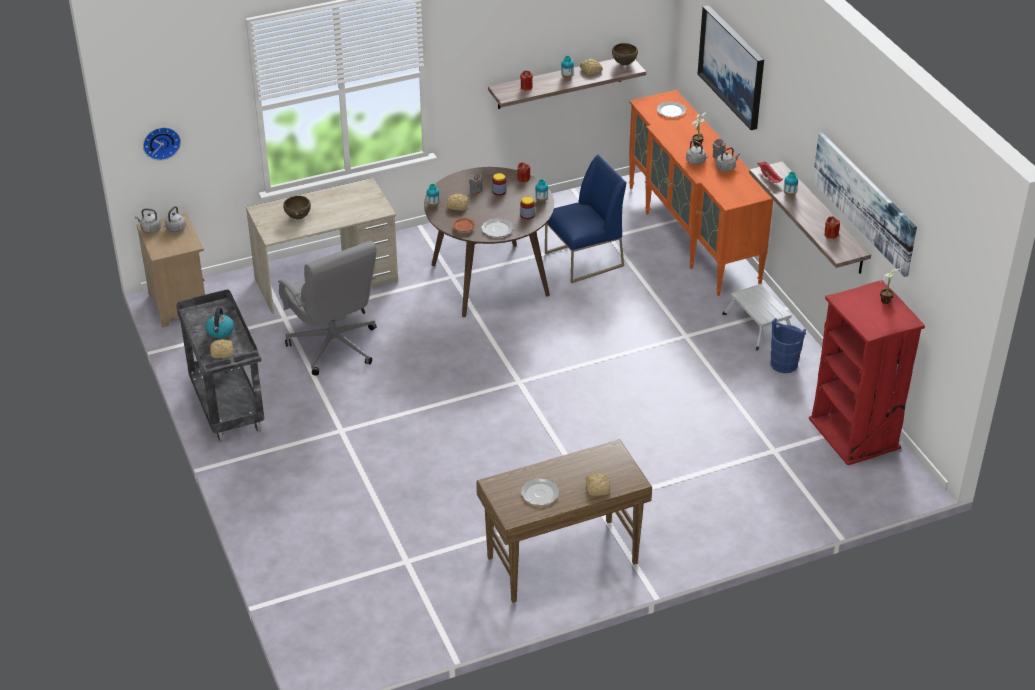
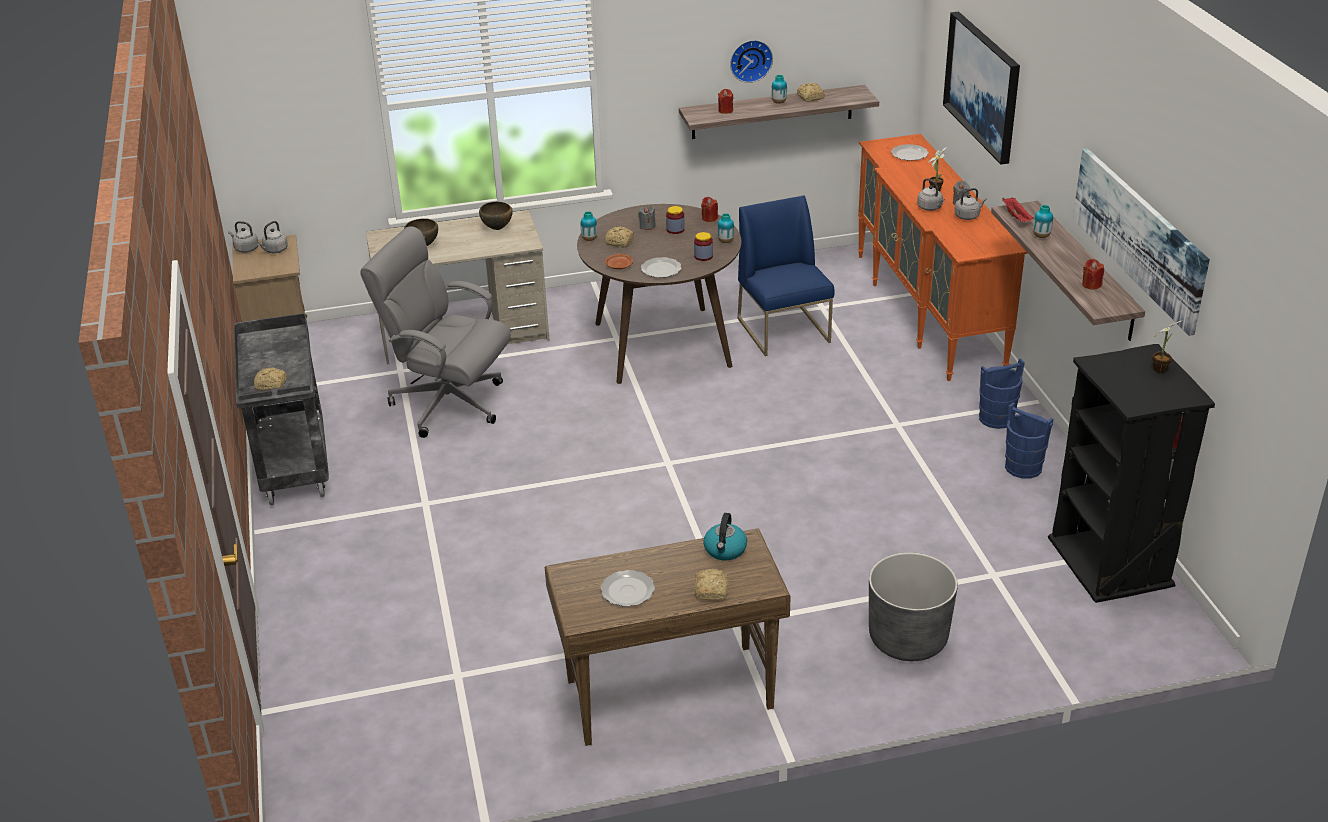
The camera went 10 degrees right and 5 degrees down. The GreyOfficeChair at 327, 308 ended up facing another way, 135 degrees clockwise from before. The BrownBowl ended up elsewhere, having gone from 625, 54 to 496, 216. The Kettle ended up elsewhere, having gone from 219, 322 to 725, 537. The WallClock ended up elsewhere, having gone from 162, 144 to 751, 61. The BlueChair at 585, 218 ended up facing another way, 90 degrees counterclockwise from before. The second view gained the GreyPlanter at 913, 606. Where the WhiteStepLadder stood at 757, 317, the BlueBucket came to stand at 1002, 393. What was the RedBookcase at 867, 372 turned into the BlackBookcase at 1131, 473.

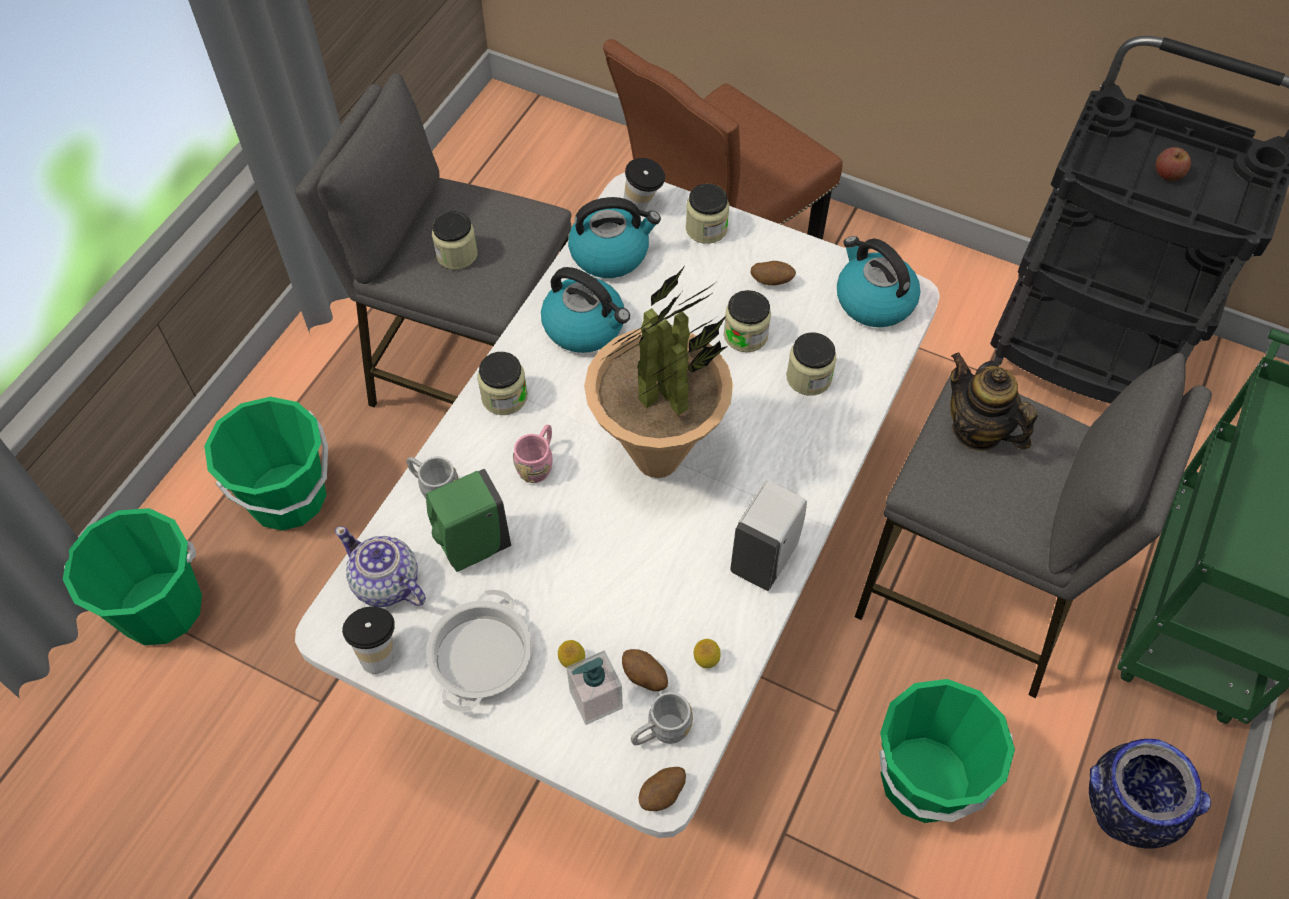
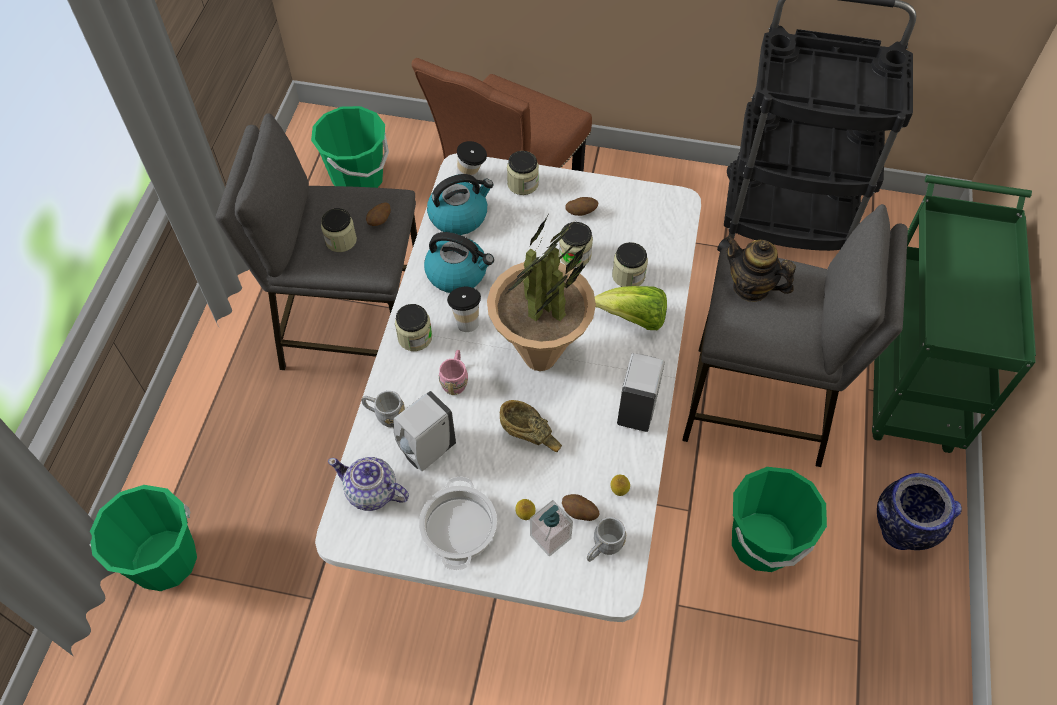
The camera went 15 degrees left and 0 degrees up. The GreenBucket ended up elsewhere, having gone from 266, 464 to 350, 147. The Potato ended up elsewhere, having gone from 662, 789 to 378, 214. What was the GreenSoapDispenser at 468, 520 turned into the WhiteSoapDispenser at 424, 431. The Cup ended up elsewhere, having gone from 368, 640 to 464, 309. The second view gained the BrownBowl at 531, 426. The second view gained the Lettuce at 631, 308. The second view lost the Kettle at 878, 281. The second view lost the Apple at 1173, 164.

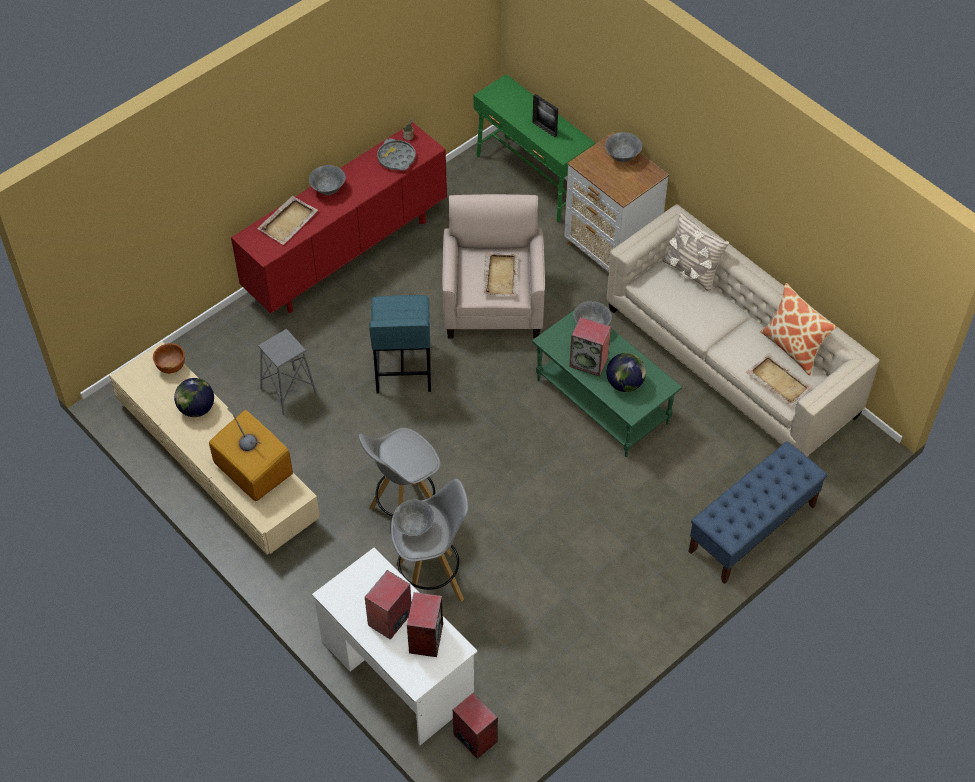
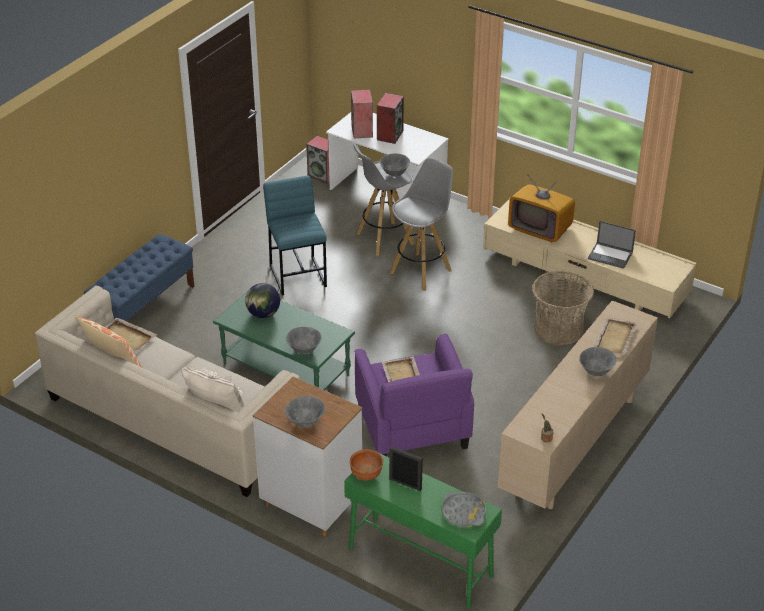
The camera went 165 degrees right and 15 degrees down. The BlueStool ended up elsewhere, having gone from 400, 344 to 295, 235. The BrownBowl ended up elsewhere, having gone from 169, 358 to 366, 464. What was the BeigeArmchair at 493, 266 turned into the PurpleArmchair at 414, 395. The GreyTray ended up elsewhere, having gone from 396, 154 to 464, 509. What was the RedCabinet at 339, 217 turned into the BeigeCabinet at 578, 404. Where the GreyStool stood at 287, 372, the Basket came to stand at 563, 308. Where the Globe stood at 194, 397, the Laptop came to stand at 612, 245. The second view lost the Speaker at 590, 346.

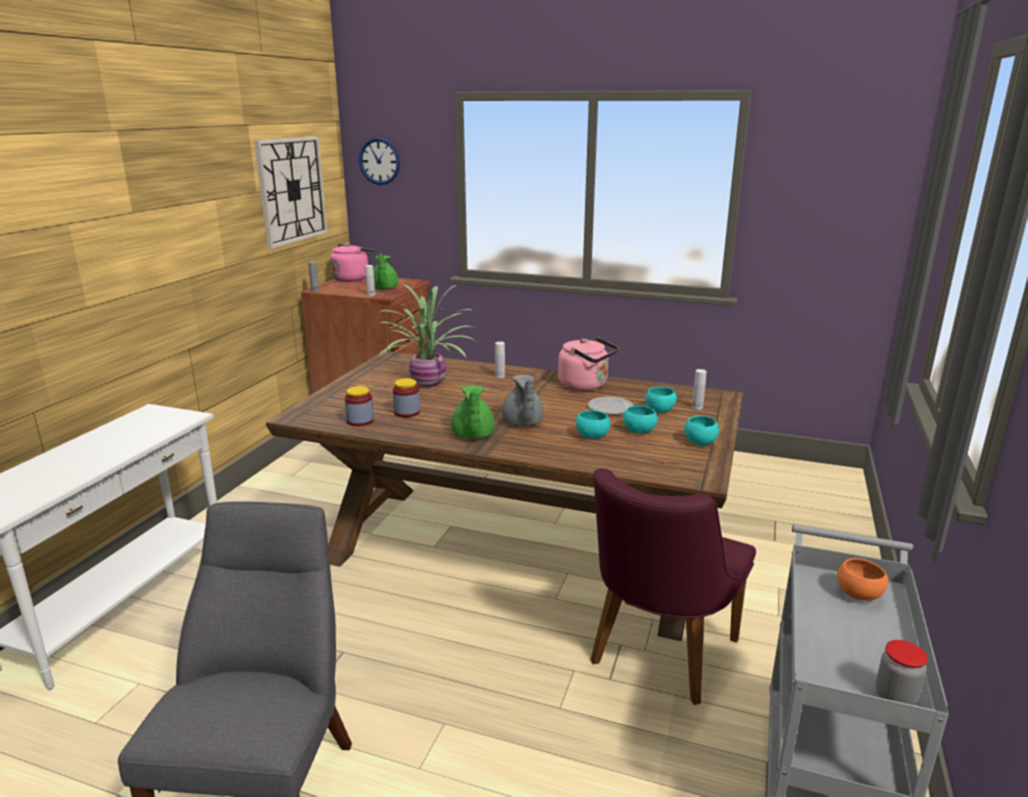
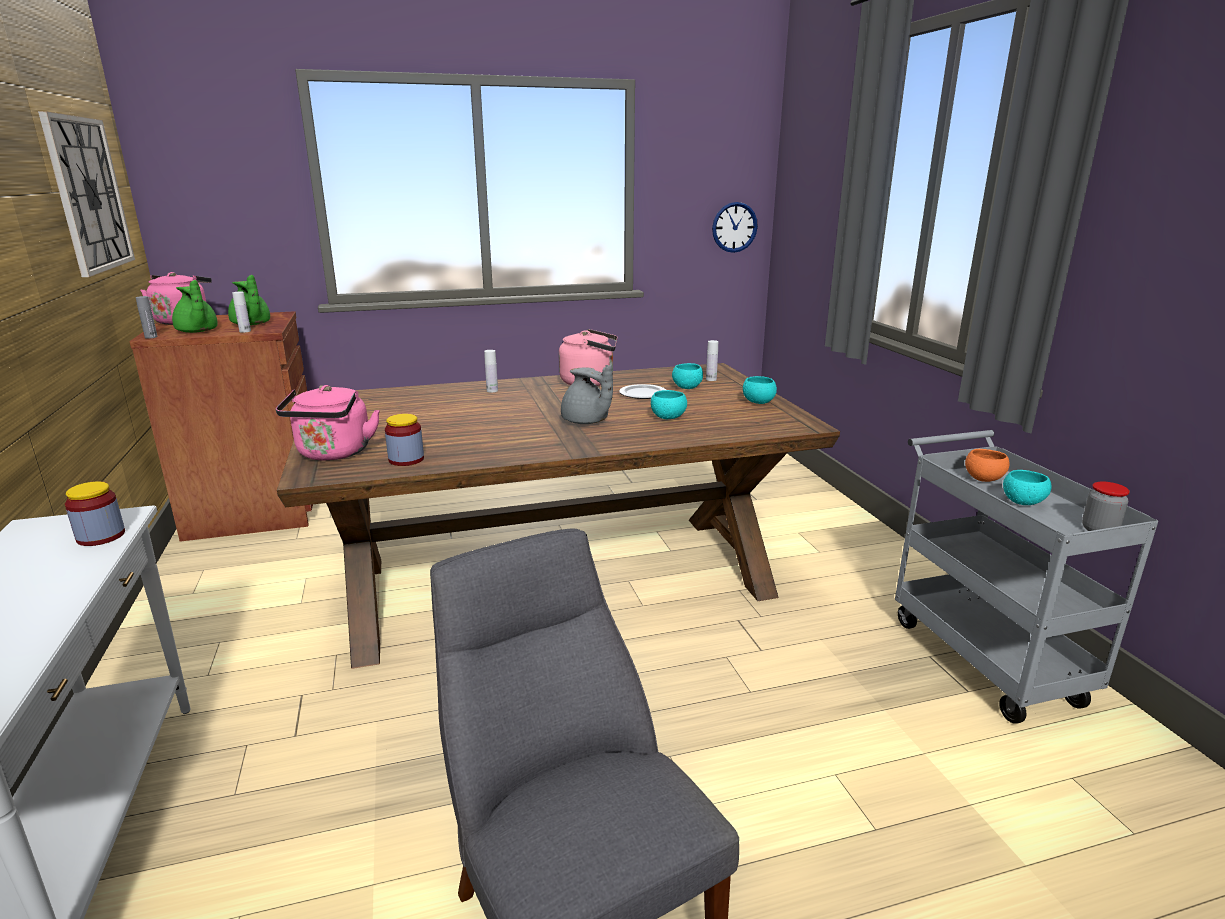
The camera went 35 degrees left and 0 degrees up. The Jar ended up elsewhere, having gone from 406, 397 to 95, 513. The GreenTeapot ended up elsewhere, having gone from 473, 412 to 194, 306. The second view gained the PinkKettle at 328, 423. The WallClock ended up elsewhere, having gone from 379, 161 to 735, 227. The TurquoiseBowl ended up elsewhere, having gone from 640, 419 to 1027, 487. The second view lost the PottedPlant at 428, 335. The second view lost the PurpleChair at 673, 586.

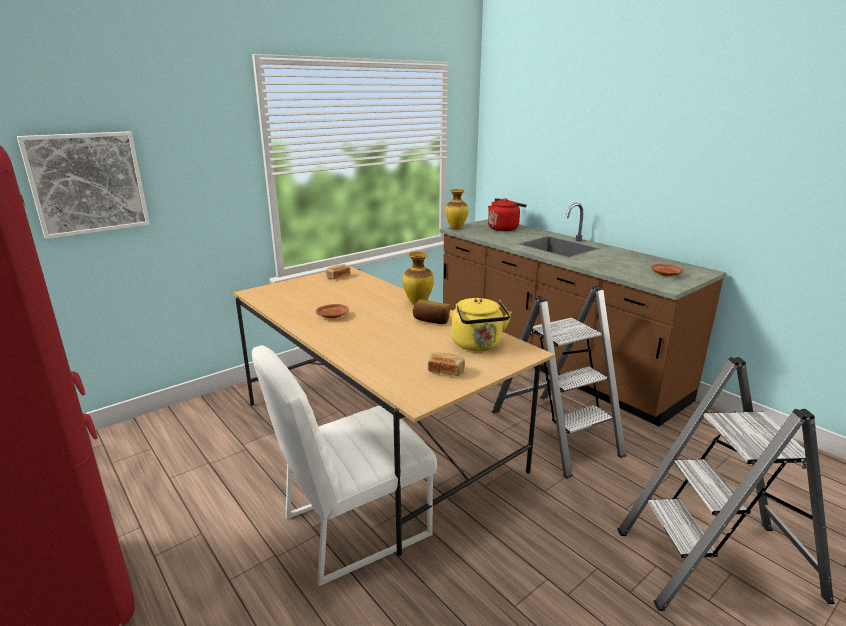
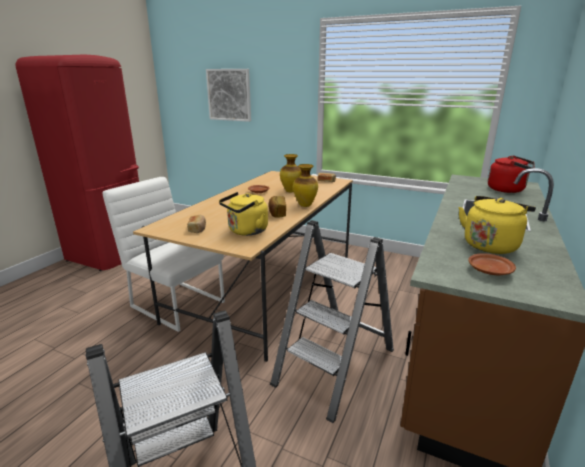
The camera went 65 degrees right and 0 degrees up. The Vase ended up elsewhere, having gone from 456, 209 to 290, 173. The second view gained the YellowKettle at 497, 225.

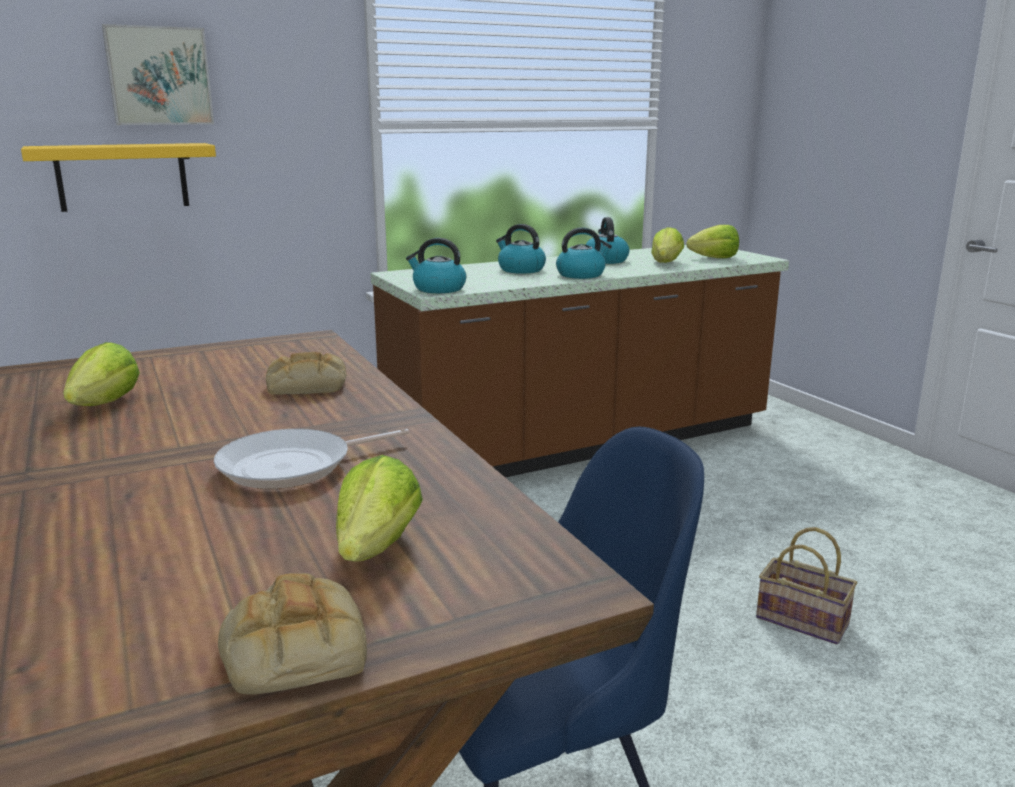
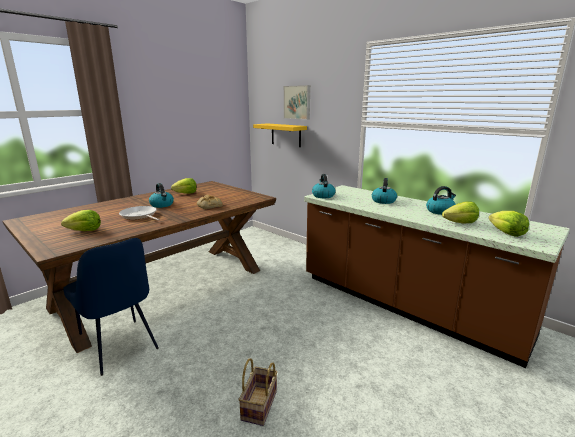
The camera went 70 degrees right and 0 degrees up. The Kettle ended up elsewhere, having gone from 584, 253 to 161, 195. The second view lost the Bread at 292, 633.

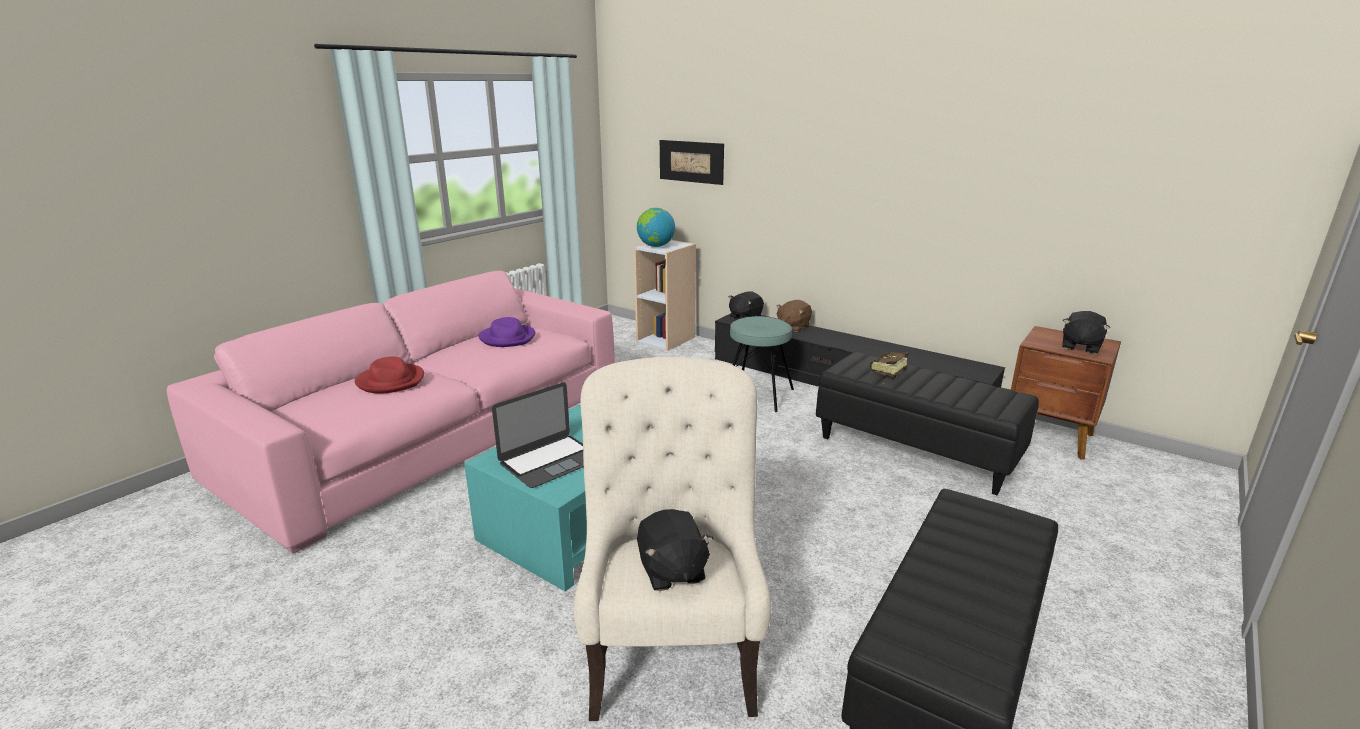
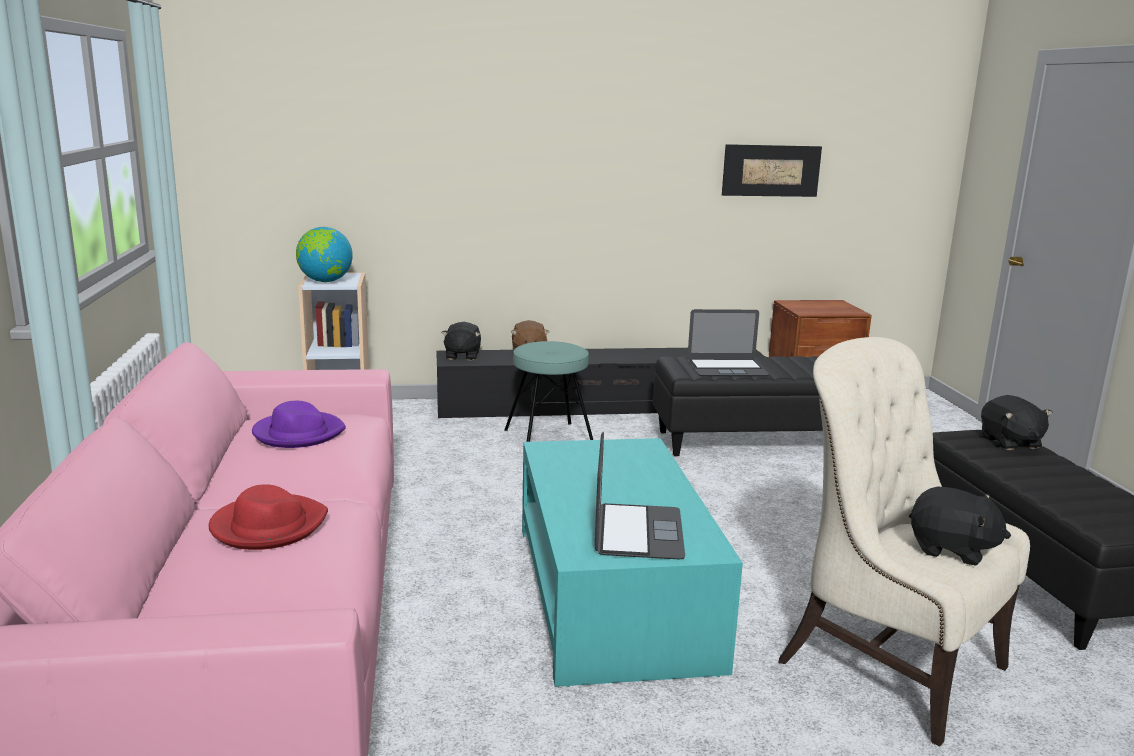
The camera went 45 degrees left and 5 degrees down. Where the Book stood at 889, 368, the Laptop came to stand at 728, 342. The Picture ended up elsewhere, having gone from 692, 162 to 772, 170. The BlackPlushToy ended up elsewhere, having gone from 1086, 332 to 1017, 422.

